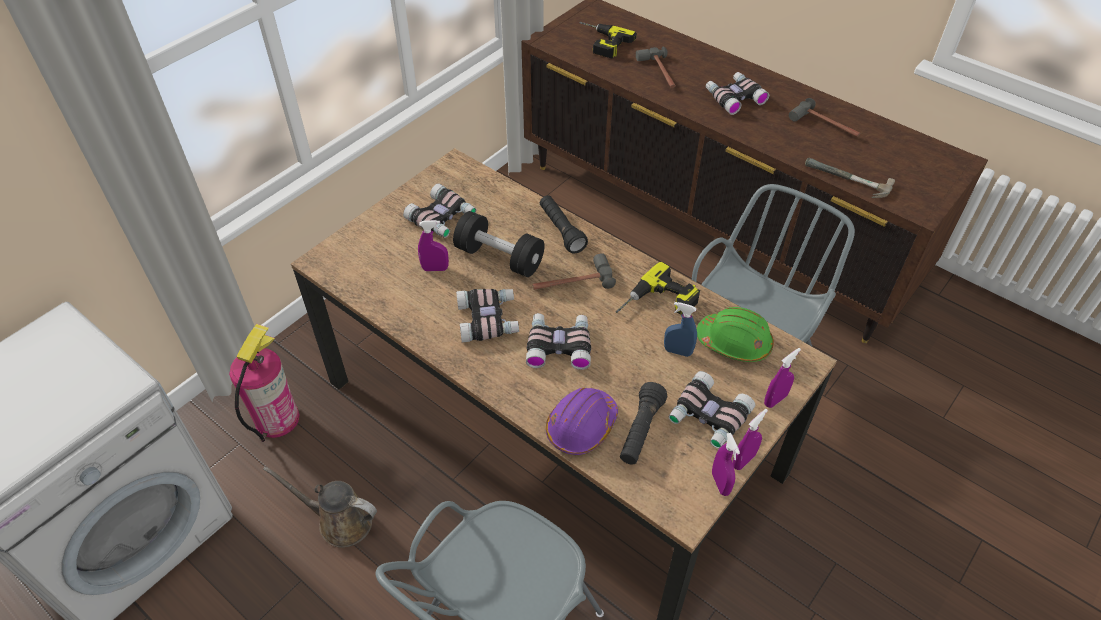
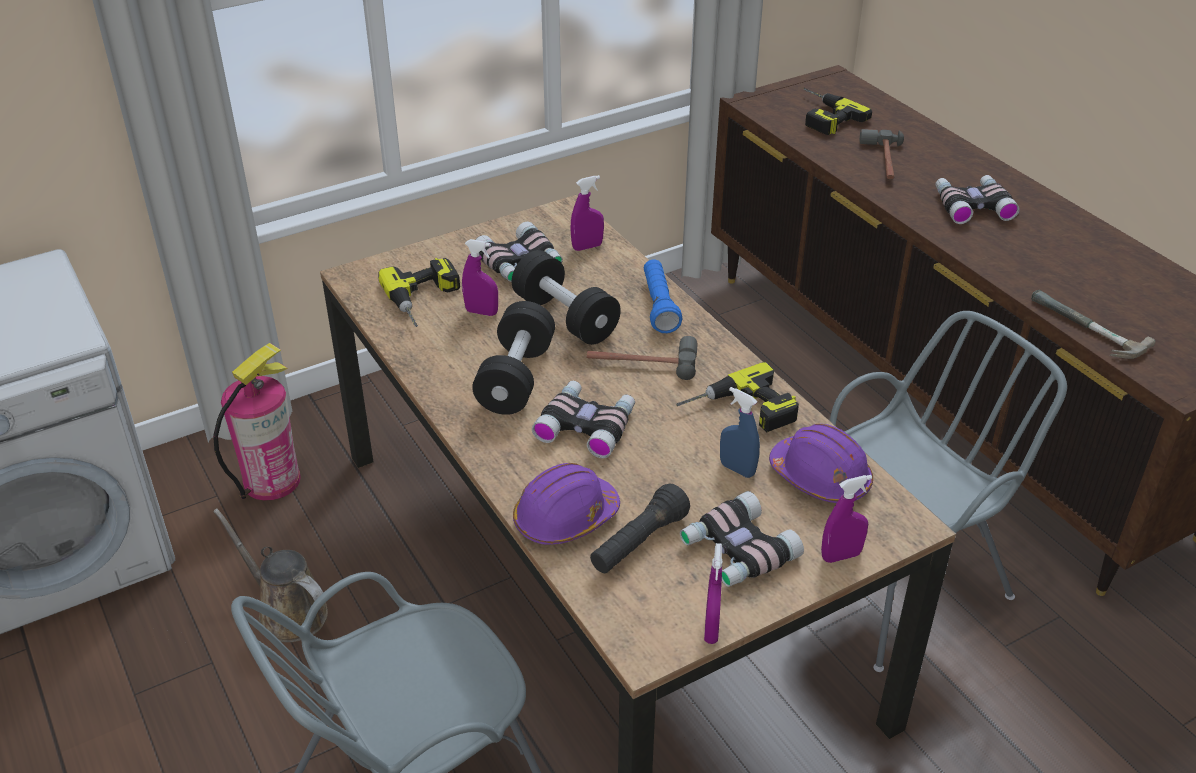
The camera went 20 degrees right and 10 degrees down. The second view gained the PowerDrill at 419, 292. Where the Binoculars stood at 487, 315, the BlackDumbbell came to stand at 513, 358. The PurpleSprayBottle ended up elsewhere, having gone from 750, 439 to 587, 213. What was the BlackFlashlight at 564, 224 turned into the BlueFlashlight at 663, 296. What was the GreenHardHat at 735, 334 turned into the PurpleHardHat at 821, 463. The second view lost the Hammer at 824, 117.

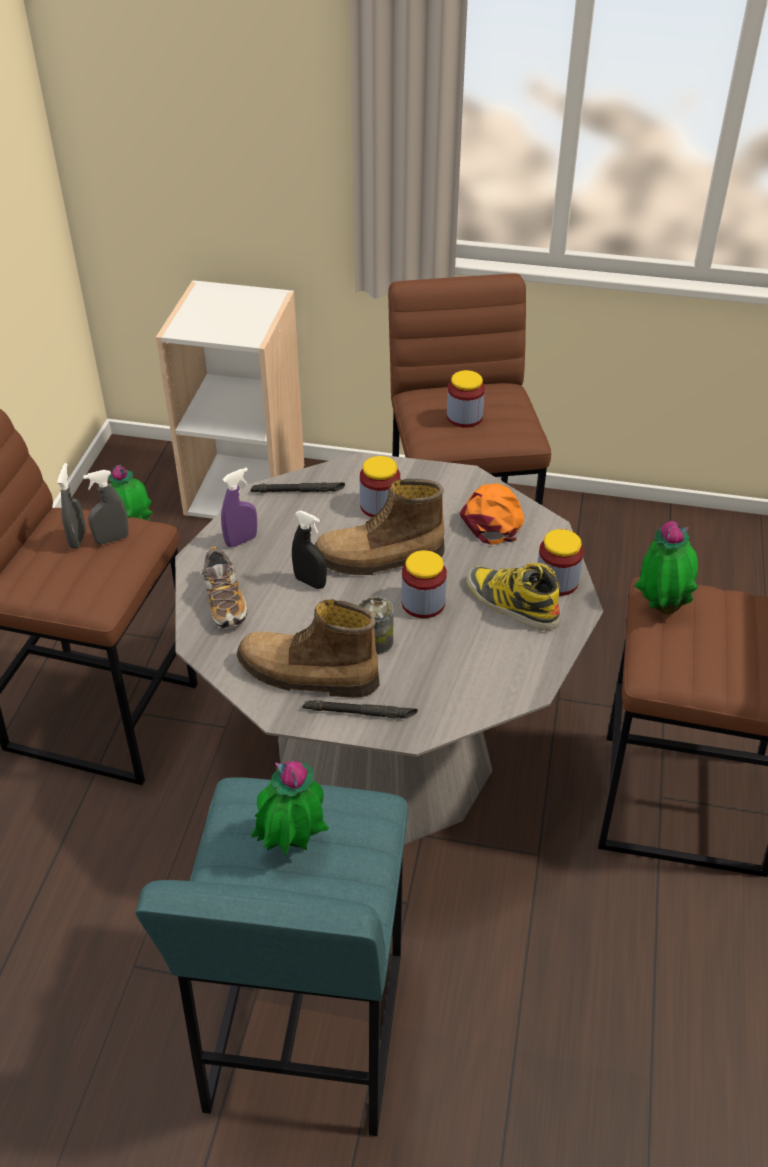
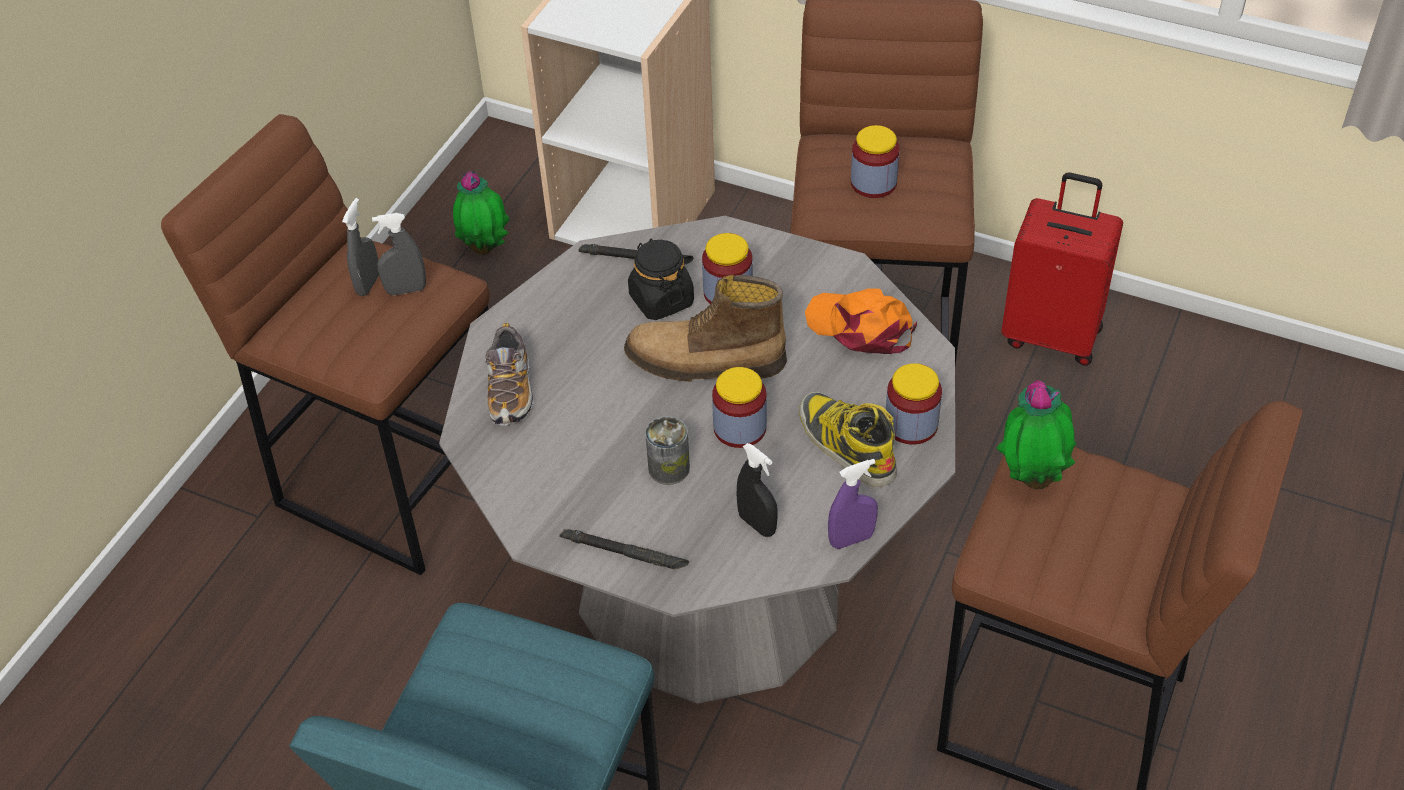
The camera went 15 degrees right and 5 degrees up. The second view gained the BlackJar at 661, 279. The BlackSprayBottle ended up elsewhere, having gone from 309, 549 to 757, 490. The OrangeCap at 492, 514 ended up facing another way, 75 degrees counterclockwise from before. The PurpleSprayBottle ended up elsewhere, having gone from 239, 507 to 853, 504. The second view gained the RedSuitcase at 1062, 269. The second view lost the Boot at 308, 648. The second view lost the PottedPlant at 290, 808.

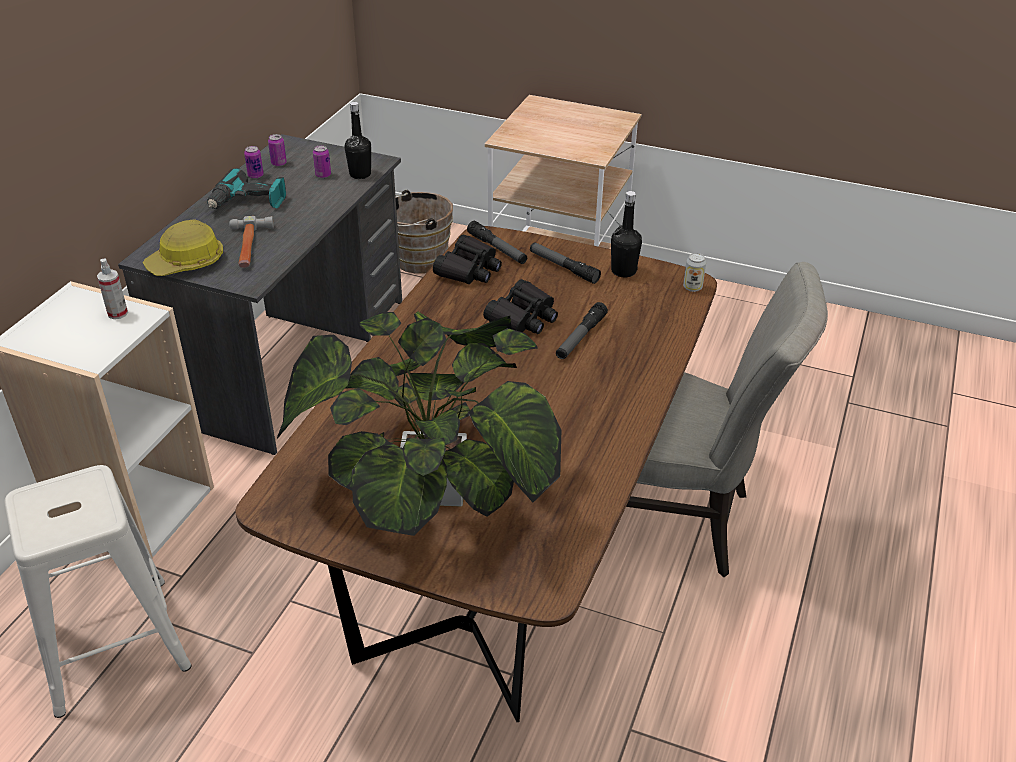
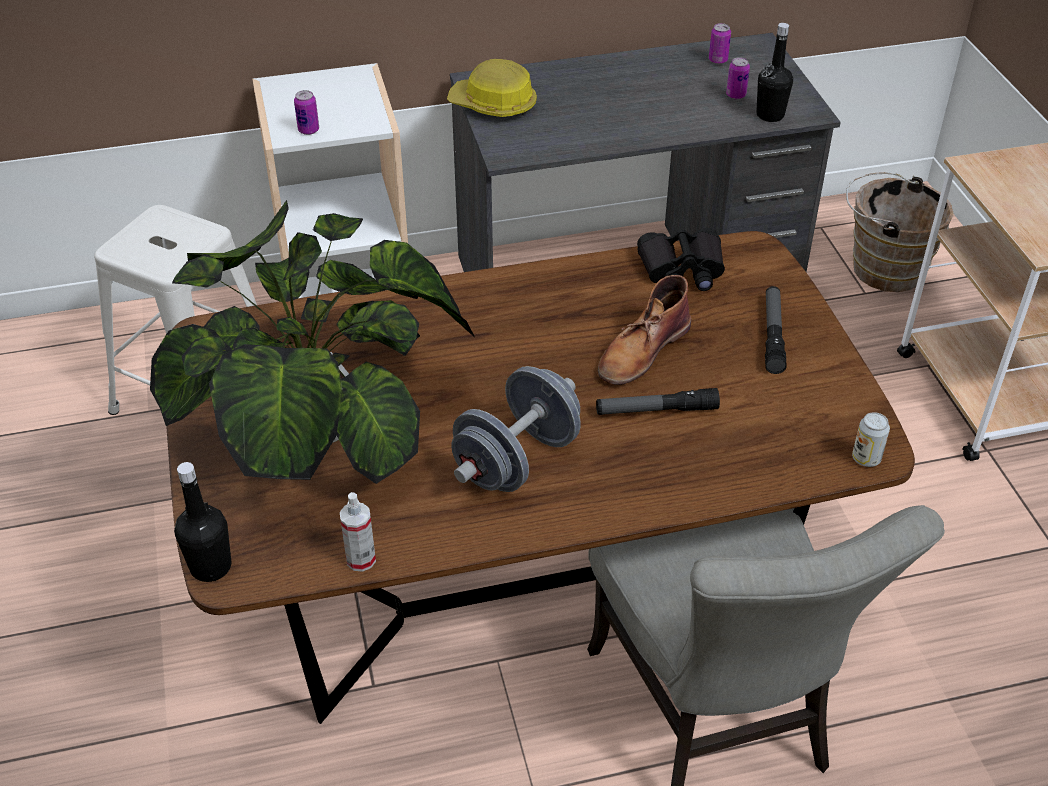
The camera went 55 degrees right and 5 degrees up. The BlackBottle ended up elsewhere, having gone from 626, 234 to 202, 522. The Can ended up elsewhere, having gone from 254, 162 to 306, 112. The SprayBottle ended up elsewhere, having gone from 112, 289 to 358, 532. The second view gained the GreyDumbbell at 515, 429. Where the BlackBinoculars stood at 520, 306, the BrownBoot came to stand at 644, 330. The second view lost the PowerDrill at 246, 188. The second view lost the Hammer at 251, 242. The second view lost the Flashlight at 497, 242.

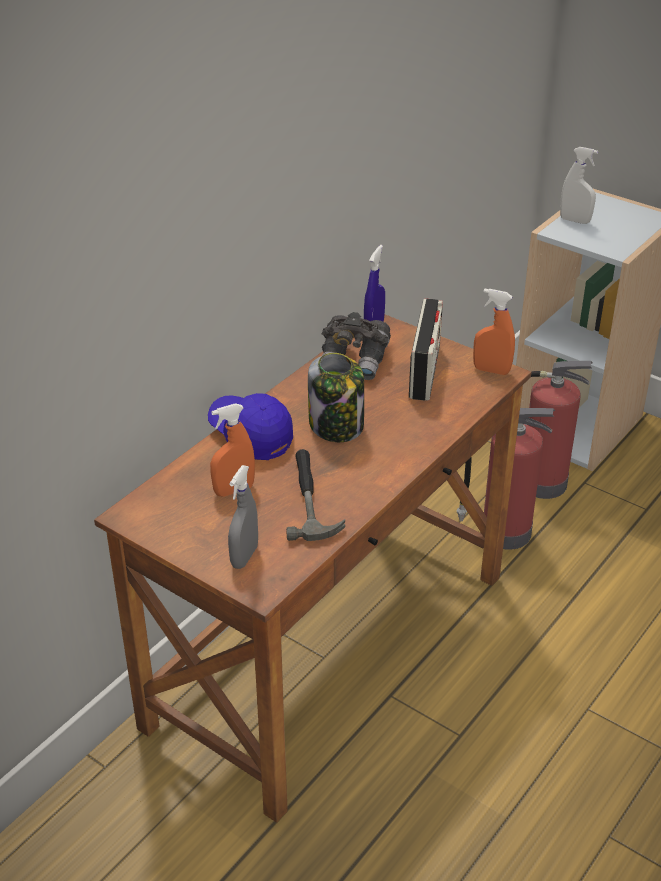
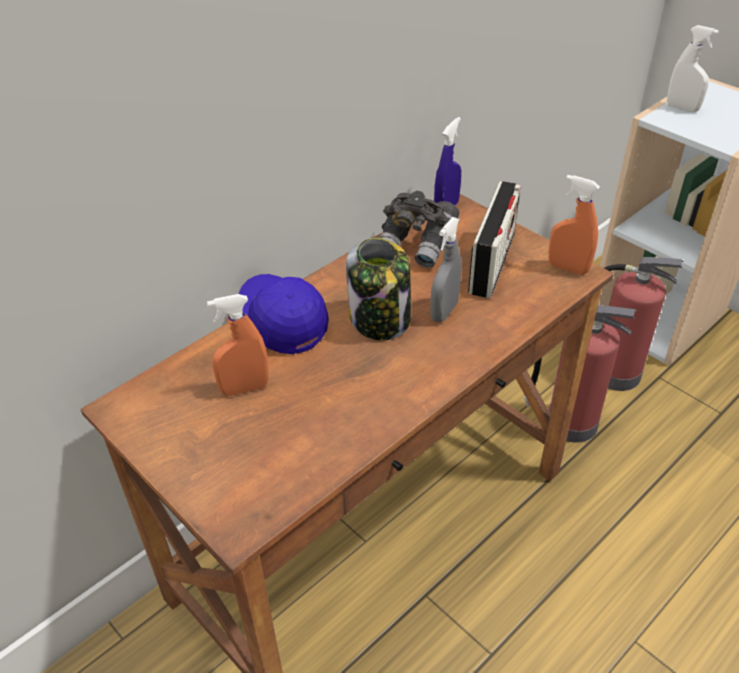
The camera went 10 degrees right and 5 degrees up. The GreySprayBottle ended up elsewhere, having gone from 243, 517 to 446, 270. The second view lost the Hammer at 315, 495.

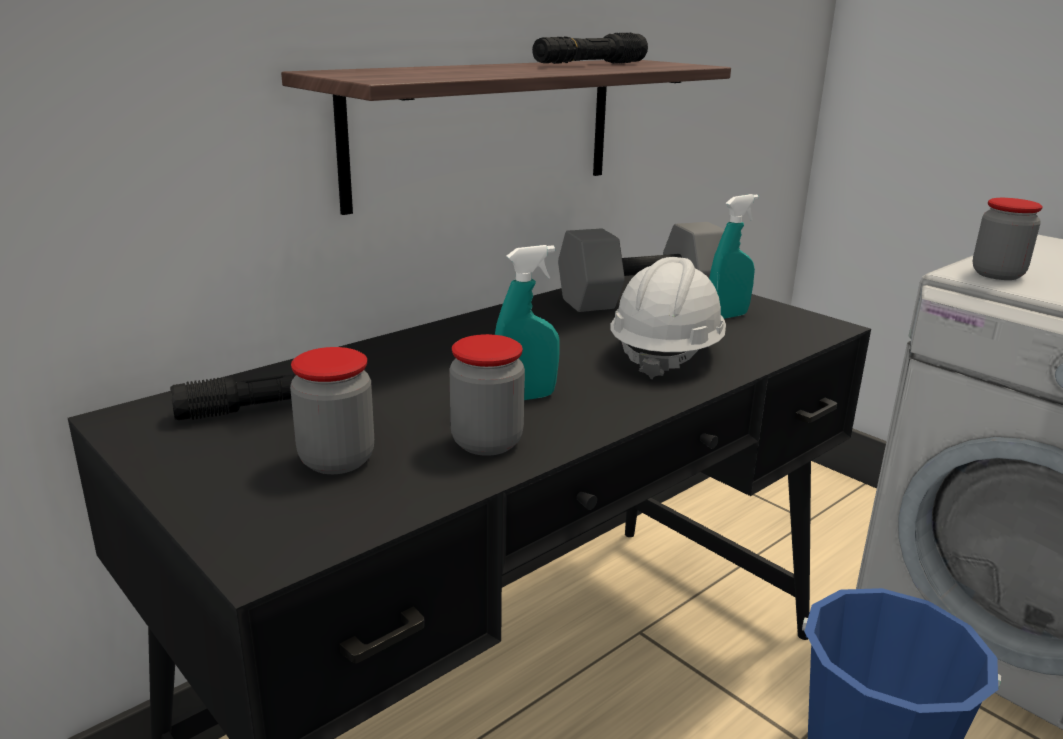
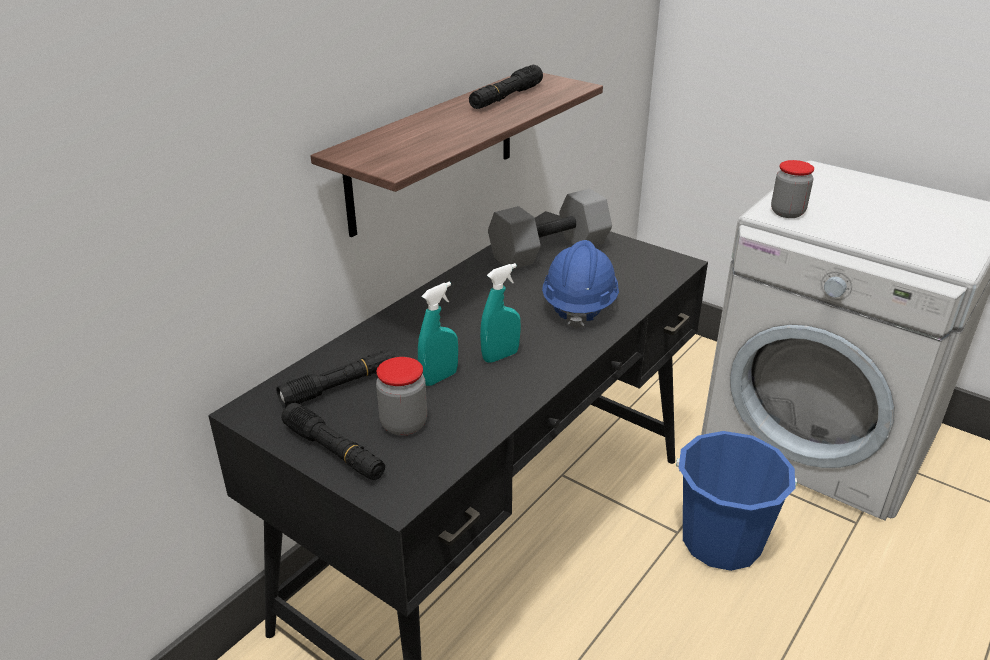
The camera went 10 degrees left and 10 degrees up. The second view gained the BlackFlashlight at 333, 441. The TurquoiseSprayBottle ended up elsewhere, having gone from 734, 256 to 438, 334. What was the WhiteHardHat at 668, 318 turned into the BlueHardHat at 580, 284. The second view lost the Jar at 487, 395.

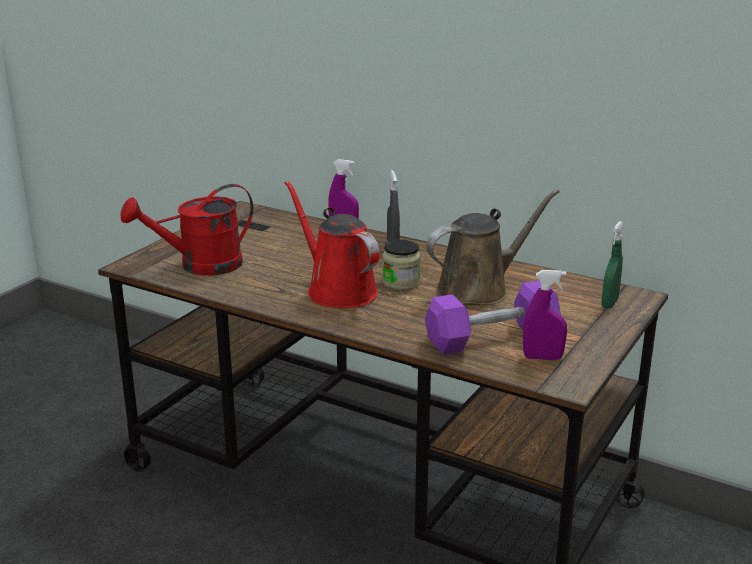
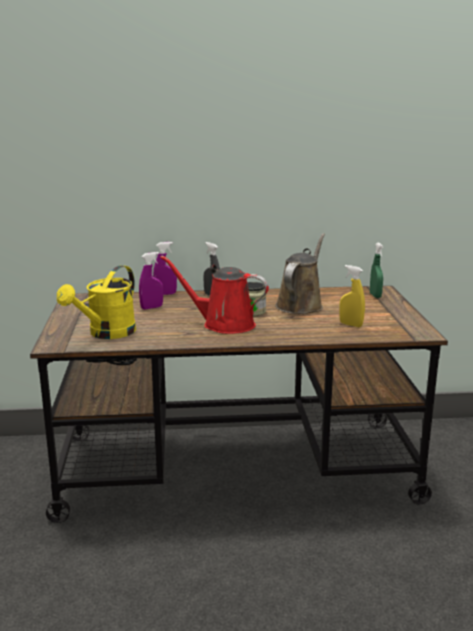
The camera went 35 degrees left and 5 degrees down. What was the RedWateringCan at 187, 230 turned into the YellowWateringCan at 96, 302. The PurpleSprayBottle ended up elsewhere, having gone from 545, 315 to 151, 281. Where the PurpleDumbbell stood at 493, 318, the YellowSprayBottle came to stand at 352, 296.

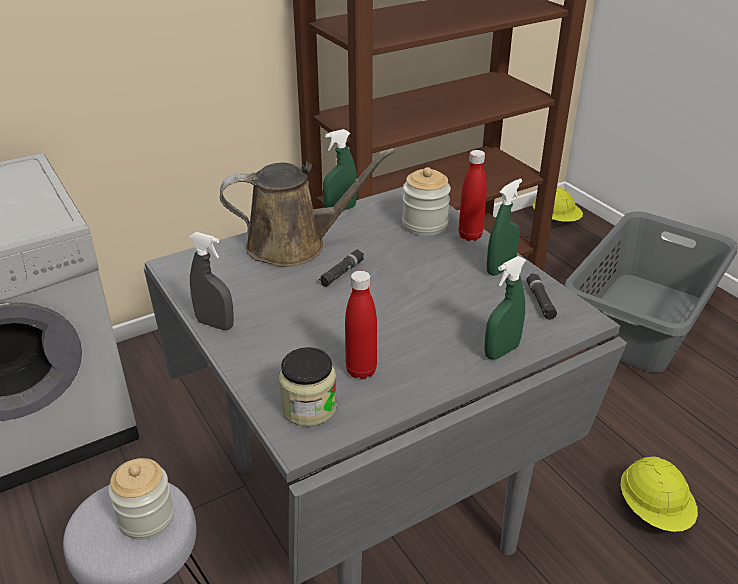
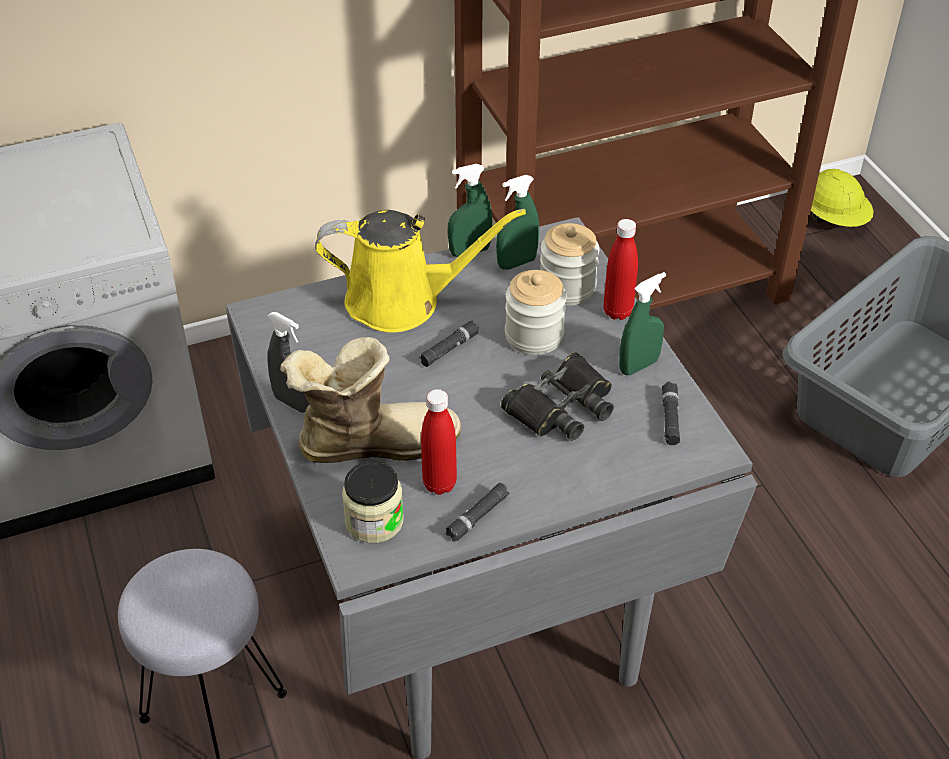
The camera went 10 degrees right and 10 degrees up. The second view gained the Boot at 370, 400. What was the BrownWateringCan at 307, 207 turned into the YellowWateringCan at 420, 271. The second view gained the BlackFlashlight at 477, 512. The GreenSprayBottle ended up elsewhere, having gone from 505, 308 to 517, 222. The second view gained the BlackBinoculars at 557, 396. The Jar ended up elsewhere, having gone from 141, 499 to 536, 312. The second view lost the YellowHardHat at 659, 494.

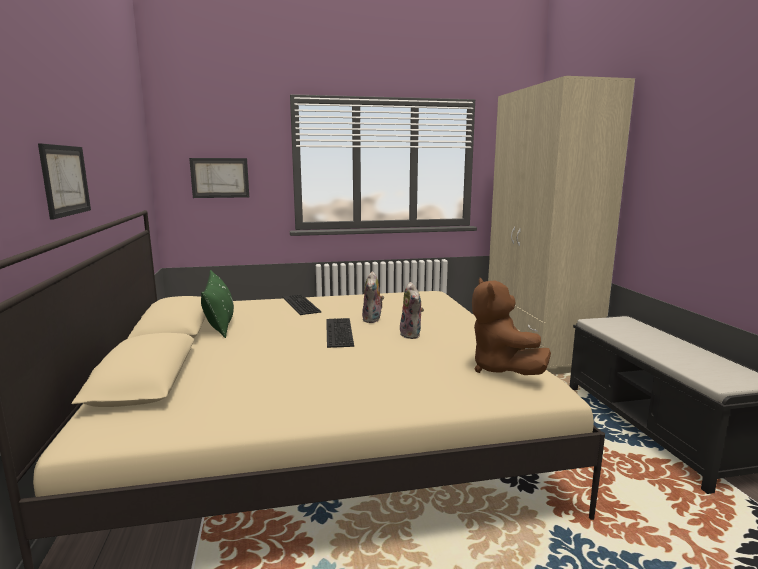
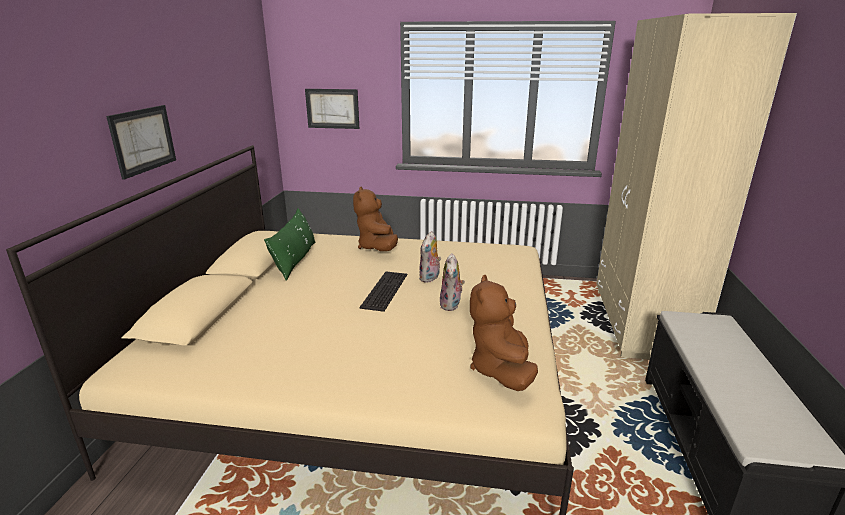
The camera went 20 degrees right and 10 degrees up. Where the Keyboard stood at 302, 304, the BrownPlushToy came to stand at 375, 219.

